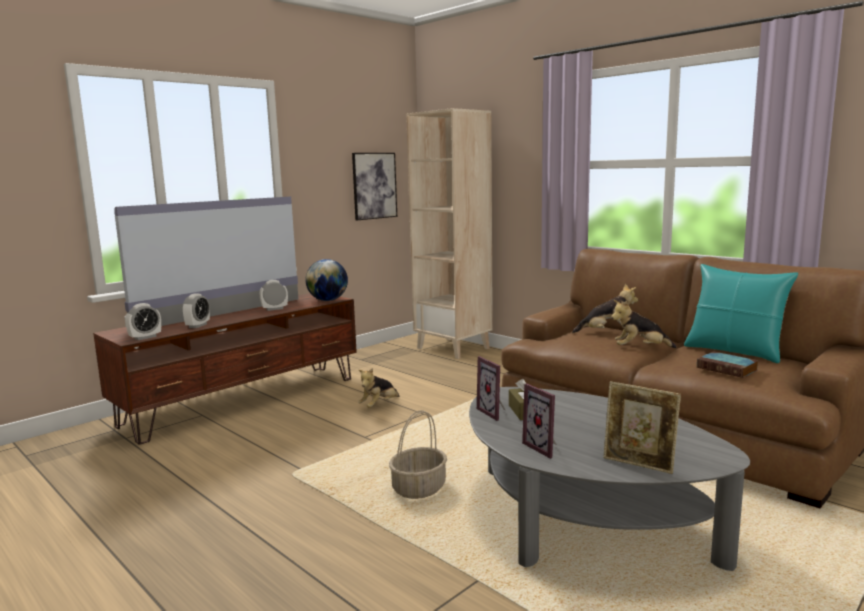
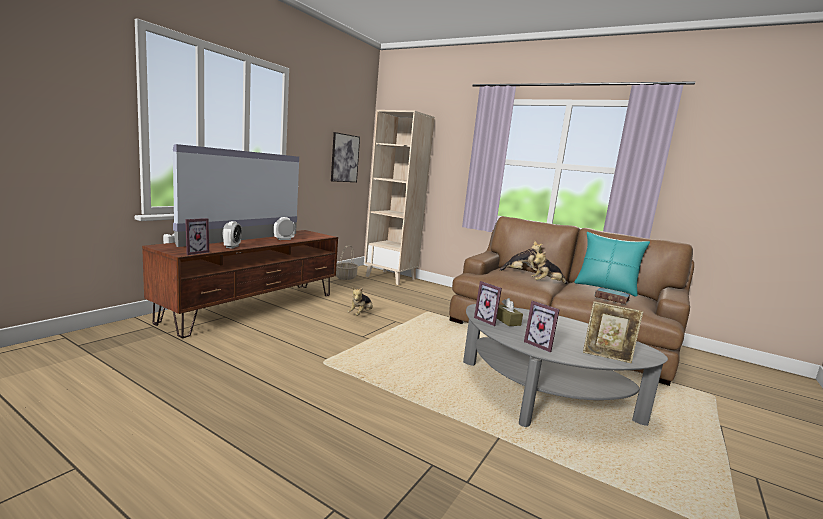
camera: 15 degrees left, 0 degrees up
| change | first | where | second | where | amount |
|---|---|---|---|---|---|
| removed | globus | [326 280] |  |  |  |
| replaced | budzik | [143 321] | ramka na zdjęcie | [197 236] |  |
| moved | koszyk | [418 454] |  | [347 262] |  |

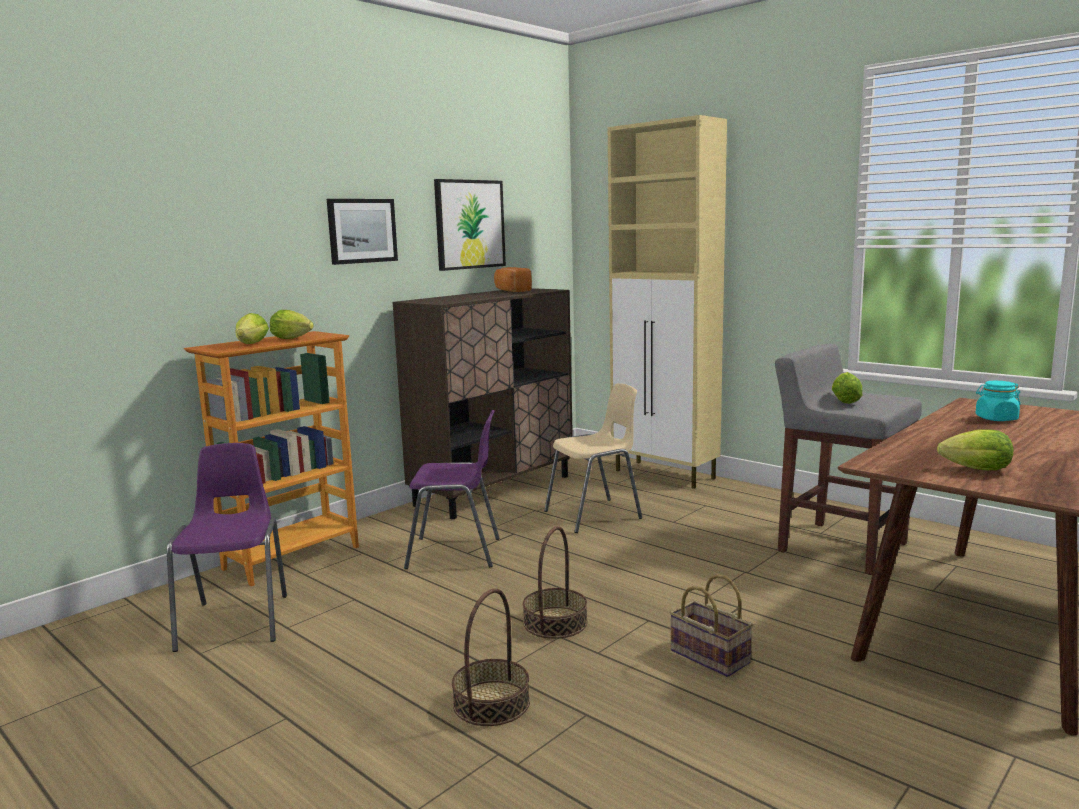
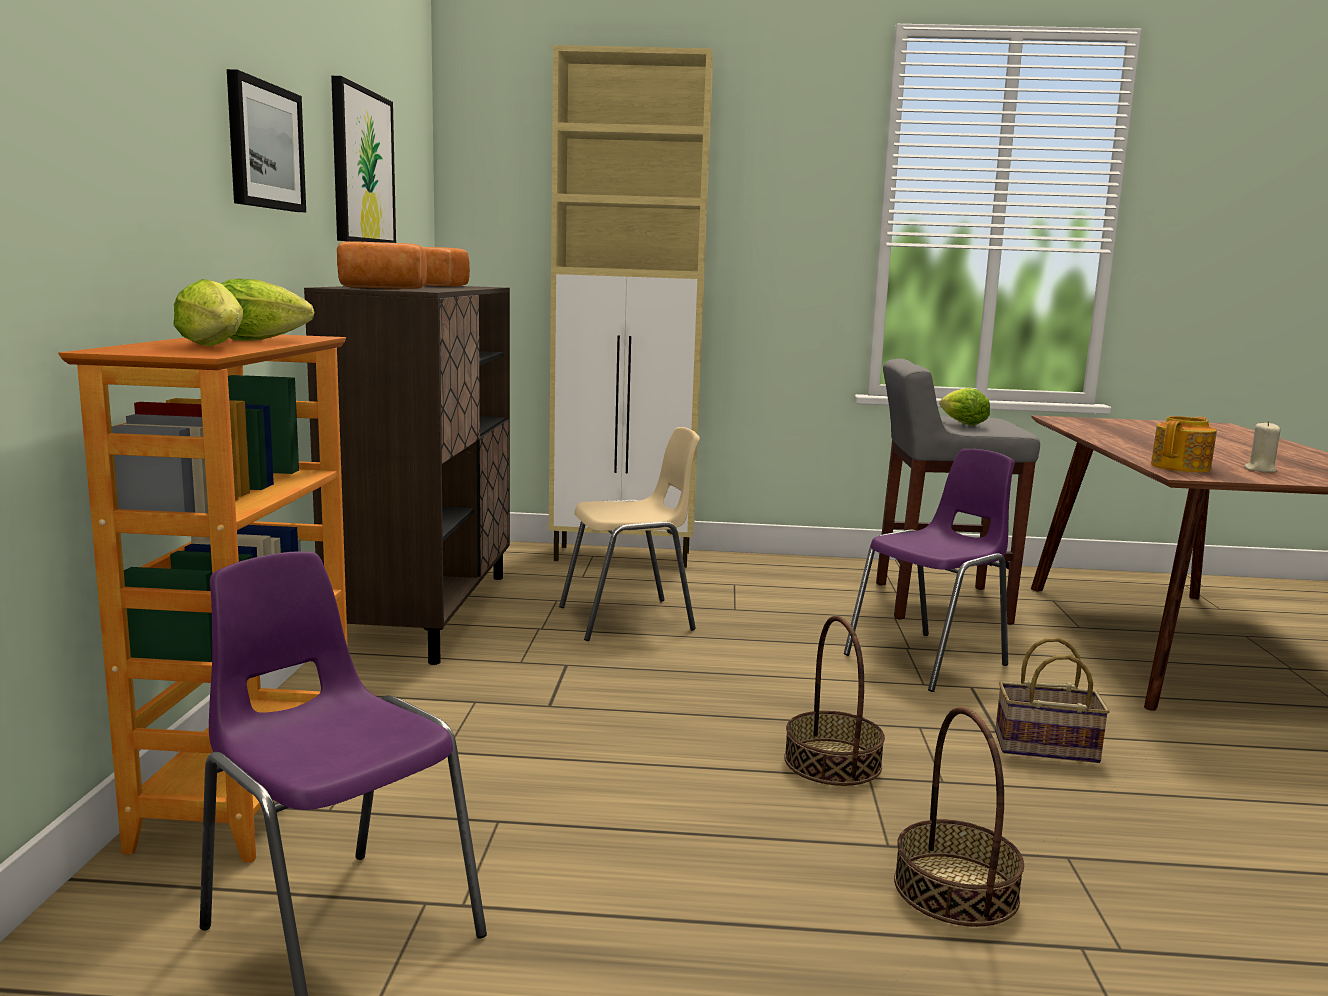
camera: 40 degrees left, 0 degrees up
| change | first | where | second | where | amount |
|---|---|---|---|---|---|
| removed | słoik [turkusowy] | [997 401] |  |  |  |
| turned | krzesło [beżowy] | [593 458] |  | [629 534] | 45 degrees clockwise |
| moved | krzesło [fioletowy] | [452 489] |  | [929 570] |  |
| replaced | sałata | [975 450] | świeca [beżowy] | [1262 447] |  |
| added |  |  | chleb | [382 265] |  |
| added |  |  | imbryk | [1184 444] |  |

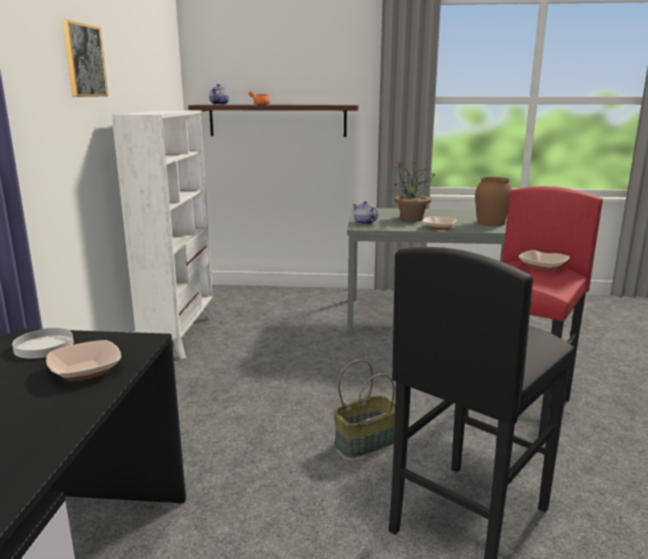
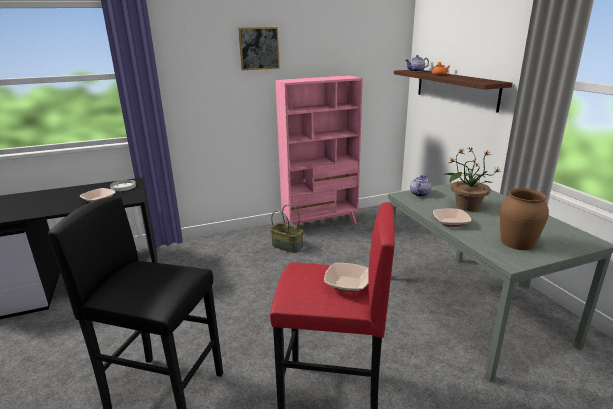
camera: 65 degrees right, 5 degrees up
| change | first | where | second | where | amount |
|---|---|---|---|---|---|
| recoloured | regał [biały] | [163 234] | regał [różowy] | [319 150] |  |
| moved | koszyk | [364 409] |  | [287 228] |  |

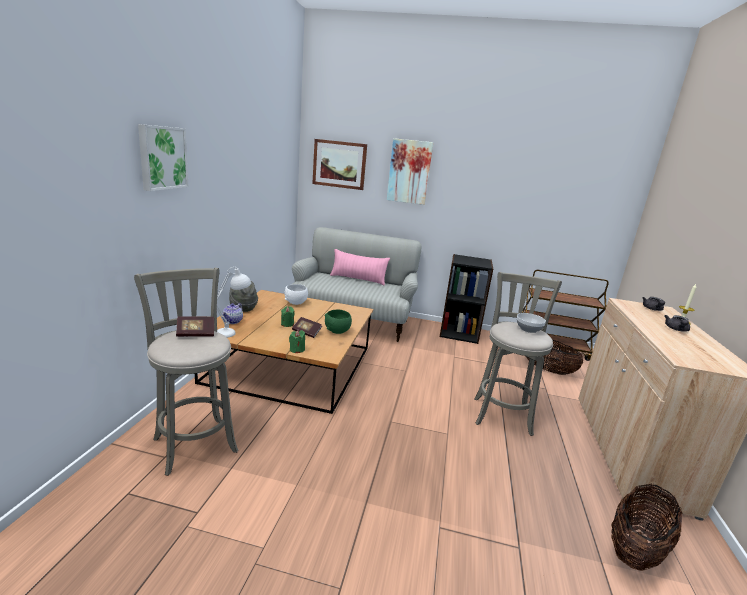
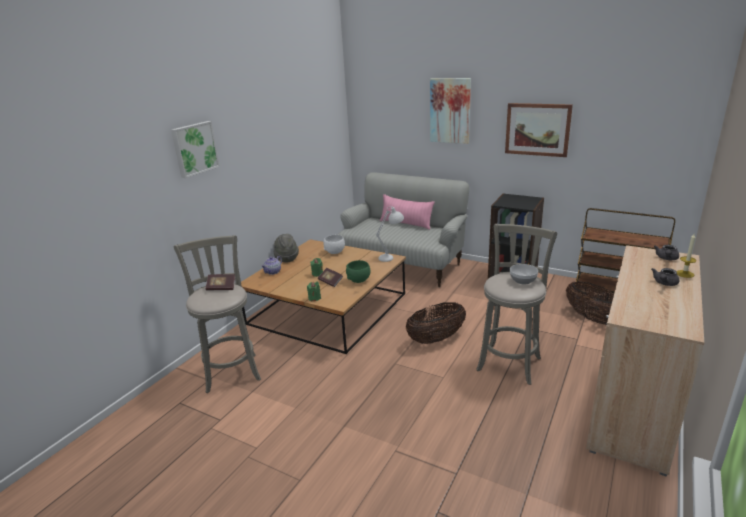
camera: 20 degrees right, 5 degrees up
| change | first | where | second | where | amount |
|---|---|---|---|---|---|
| moved | obraz | [339 164] |  | [539 130] |  |
| moved | lampa stołowa [biały] | [234 302] |  | [390 234] |  |
| moved | koszyk | [647 527] |  | [436 323] |  |

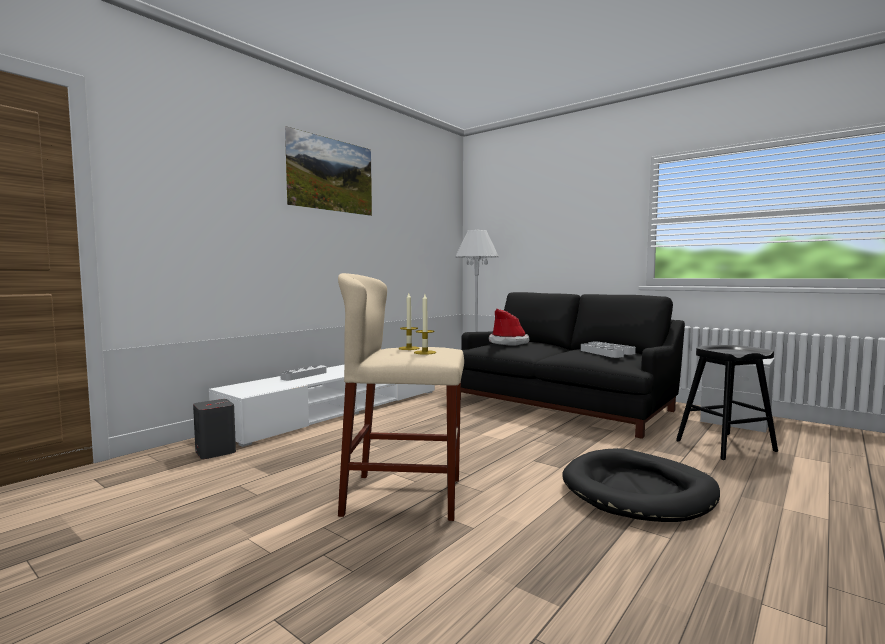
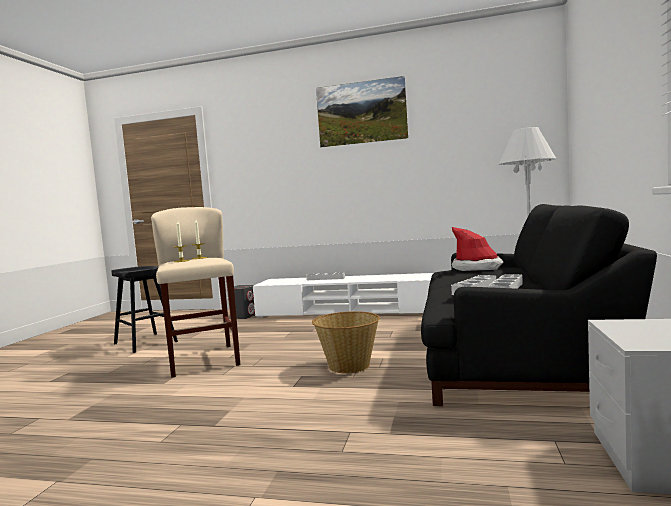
camera: 65 degrees right, 0 degrees up
| change | first | where | second | where | amount |
|---|---|---|---|---|---|
| moved | stołek [czarny] | [727 402] |  | [144 309] |  |
| removed | legowisko [czarny] | [641 485] |  |  |  |
| added |  |  | koszyk | [346 342] |  |

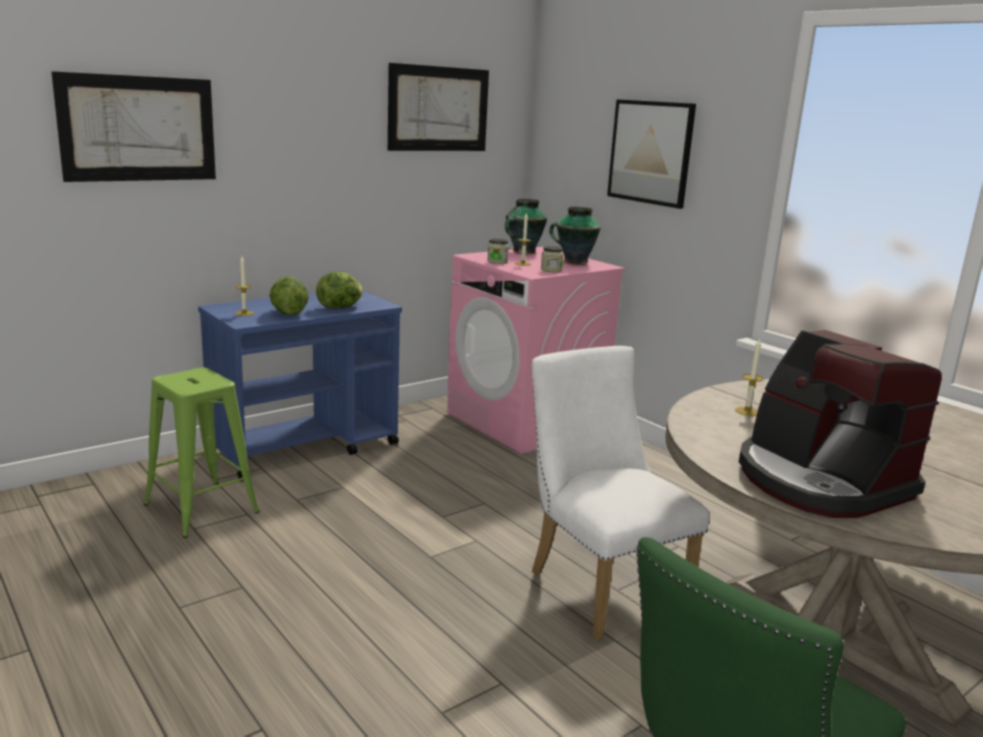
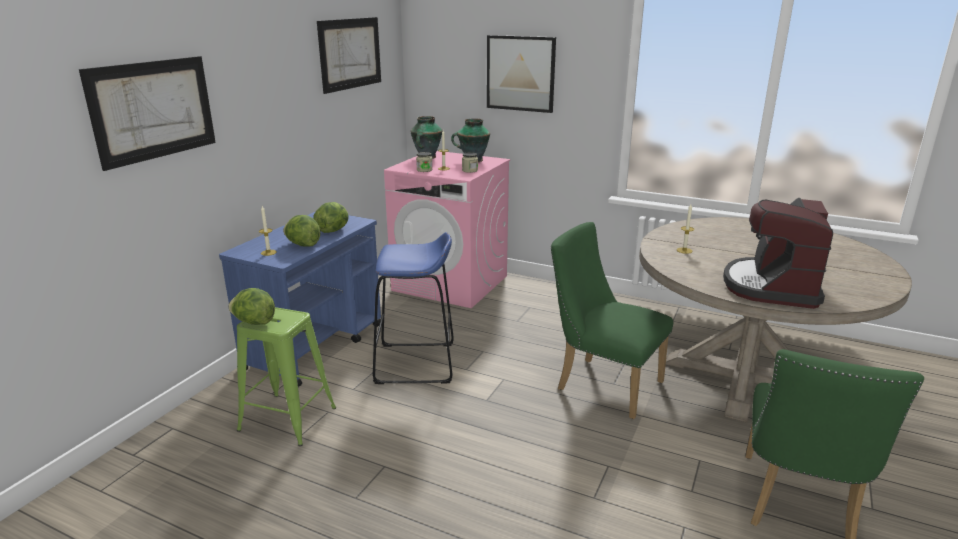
camera: 25 degrees left, 5 degrees up
| change | first | where | second | where | amount |
|---|---|---|---|---|---|
| turned | ekspres do kawy | [840 424] |  | [778 253] | 75 degrees clockwise |
| recoloured | krzesło [biały] | [620 493] | krzesło [zielony] | [612 320] |  |
| added |  |  | stołek [niebieski] | [413 308] |  |
| added |  |  | sałata | [251 306] |  |

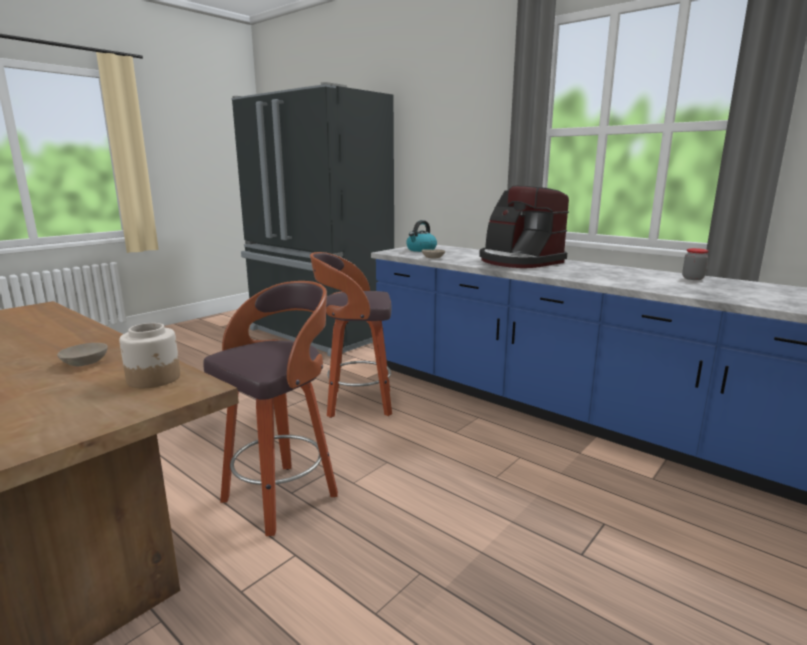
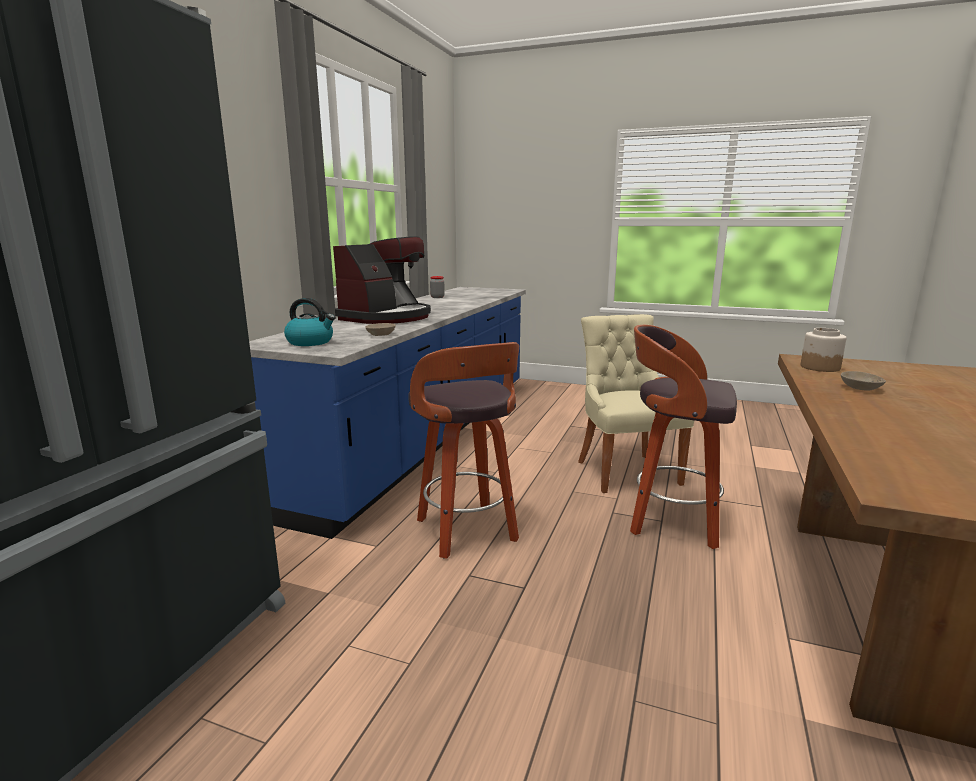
camera: 110 degrees left, 0 degrees up
| change | first | where | second | where | amount |
|---|---|---|---|---|---|
| added |  |  | krzesło [beżowy] | [636 403] |  |

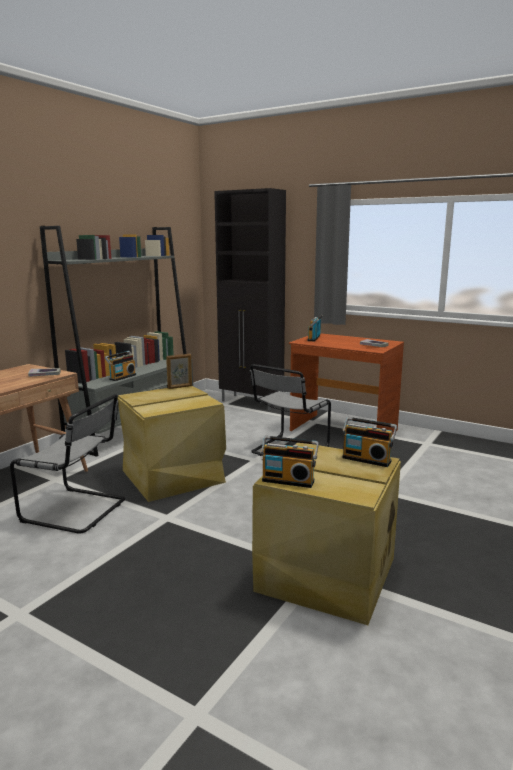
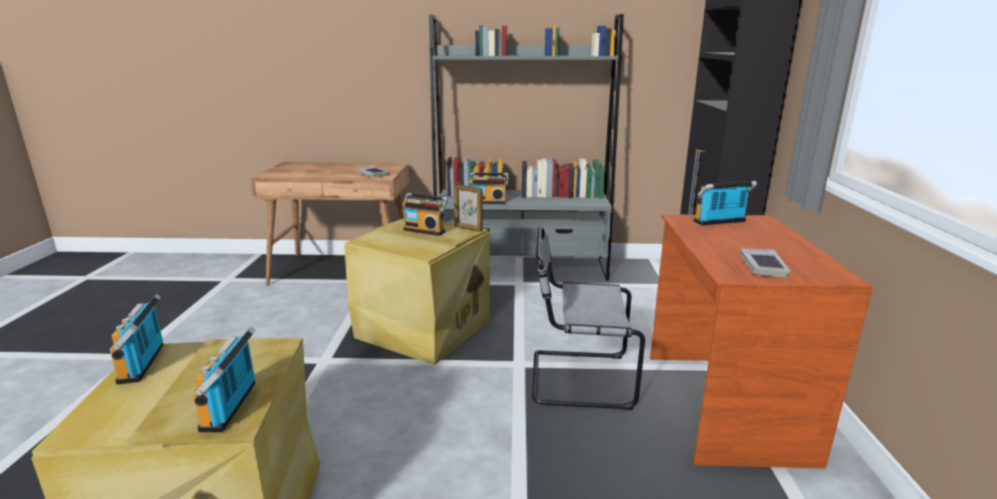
camera: 60 degrees right, 5 degrees up
| change | first | where | second | where | amount |
|---|---|---|---|---|---|
| removed | krzesło [szary] | [67 463] |  |  |  |
| added |  |  | radio | [425 214] |  |

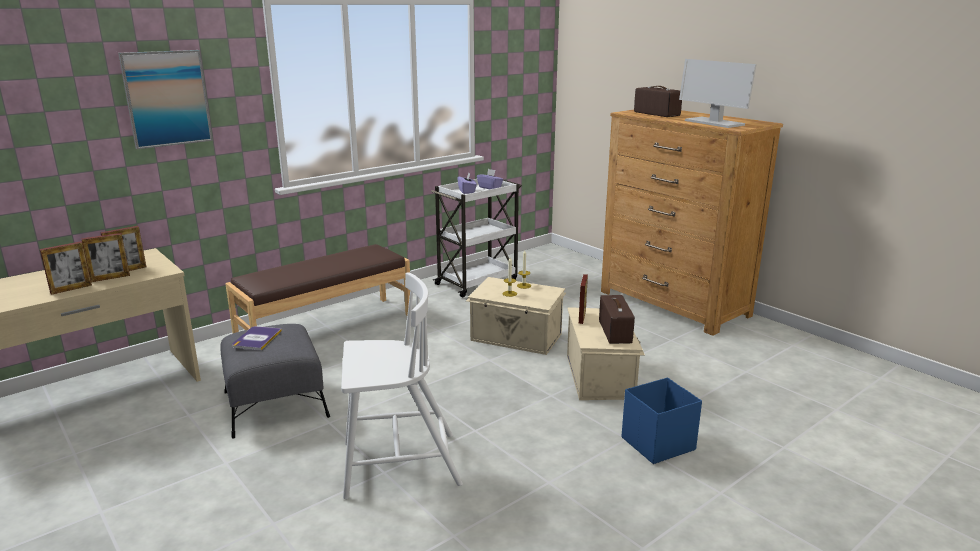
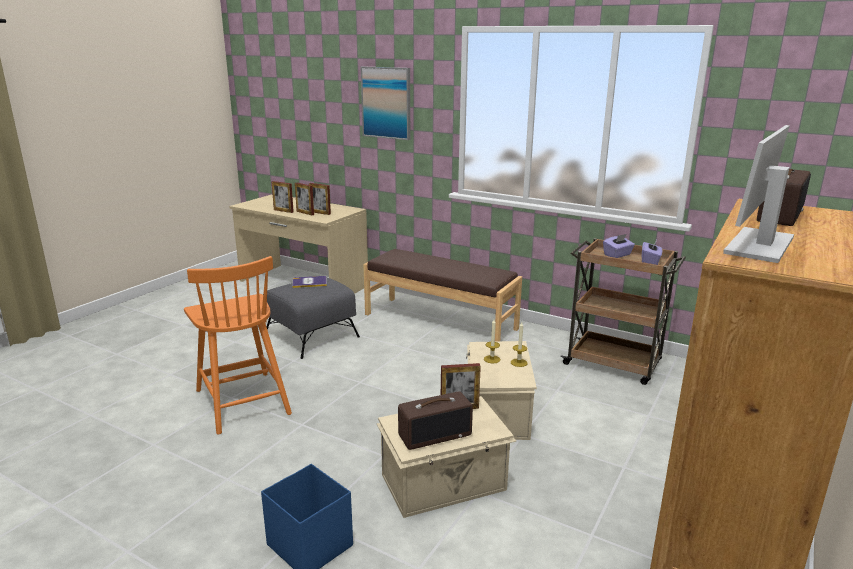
camera: 70 degrees right, 0 degrees up
| change | first | where | second | where | amount |
|---|---|---|---|---|---|
| recoloured | wózek [biały] | [476 238] | wózek [brązowy] | [623 311] |  |
| recoloured | krzesło [biały] | [402 385] | krzesło [pomarańczowy] | [238 345] |  |

